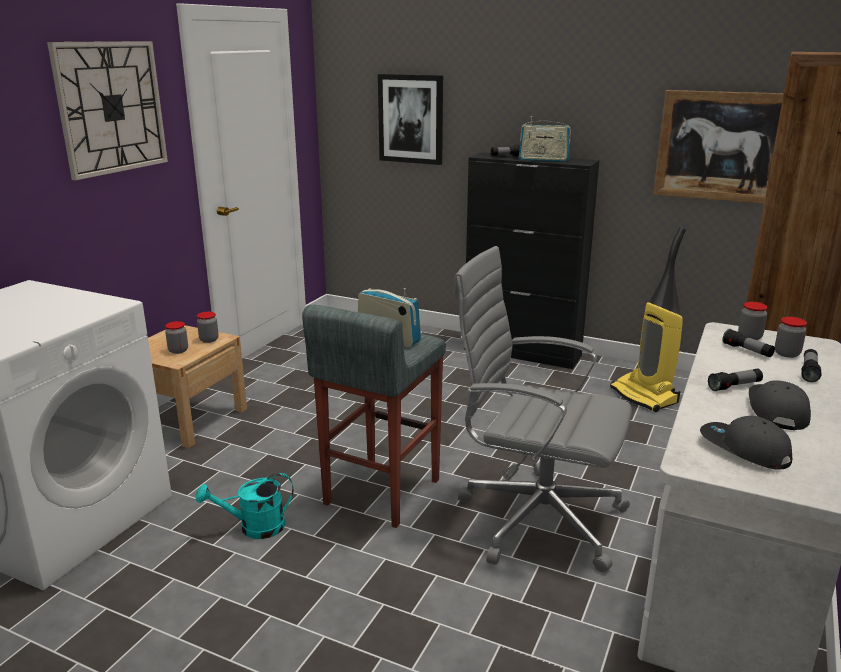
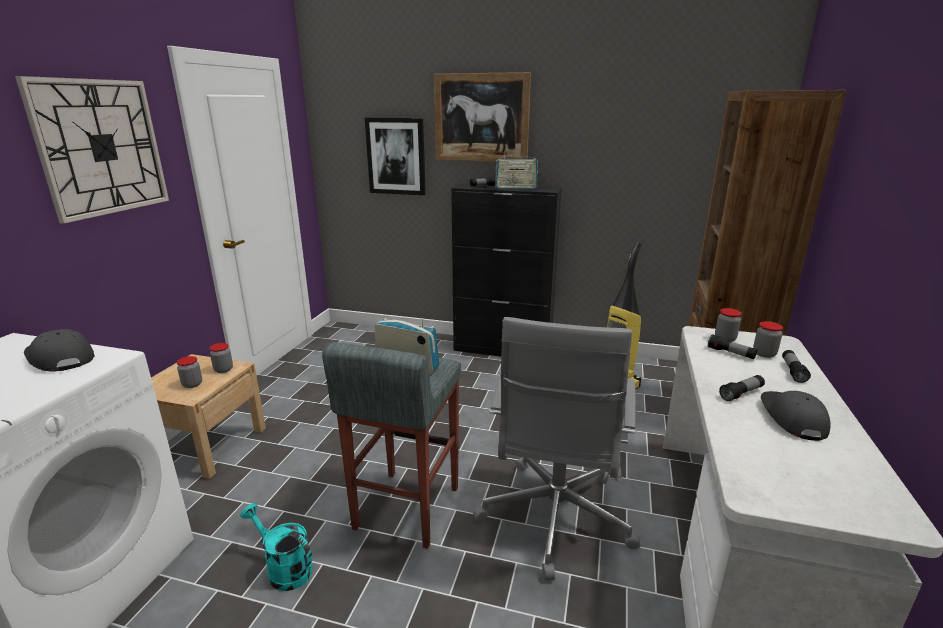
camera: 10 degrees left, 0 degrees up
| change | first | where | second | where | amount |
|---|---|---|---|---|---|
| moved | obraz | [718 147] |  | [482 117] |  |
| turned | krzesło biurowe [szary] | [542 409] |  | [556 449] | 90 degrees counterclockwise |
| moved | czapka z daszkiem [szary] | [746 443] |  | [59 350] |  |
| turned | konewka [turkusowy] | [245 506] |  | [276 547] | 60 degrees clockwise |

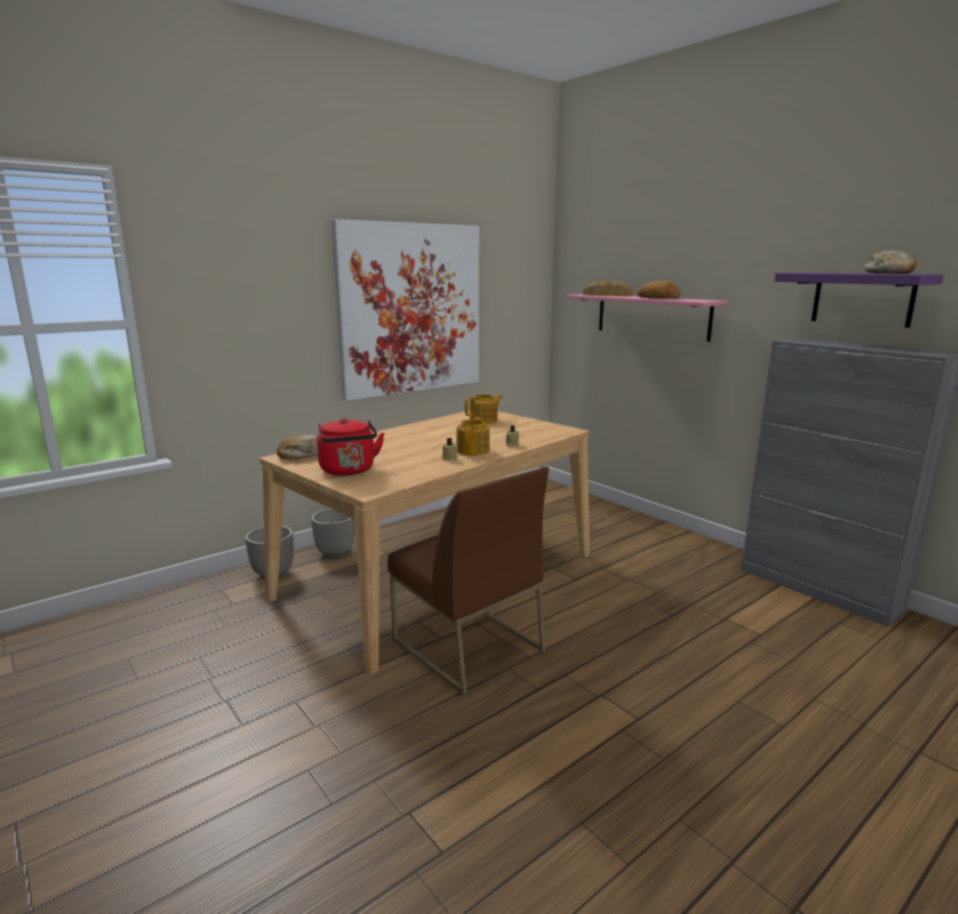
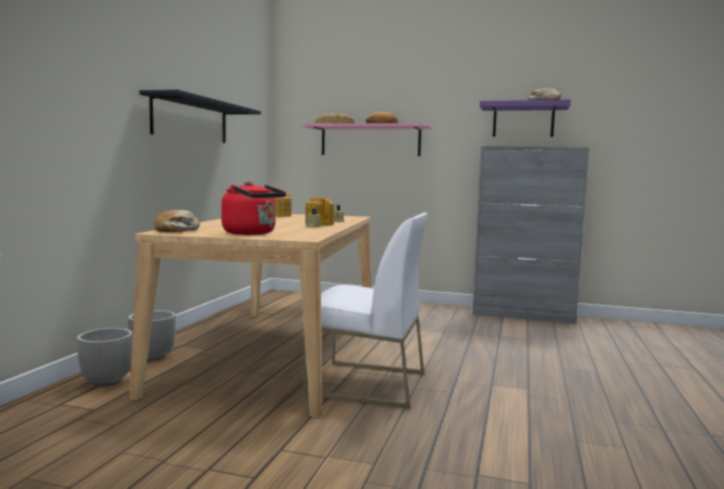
camera: 35 degrees left, 10 degrees down
| change | first | where | second | where | amount |
|---|---|---|---|---|---|
| replaced | obraz | [405 310] | półka [czarny] | [200 116] |  |
| recoloured | krzesło [brązowy] | [468 581] | krzesło [biały] | [365 310] |  |

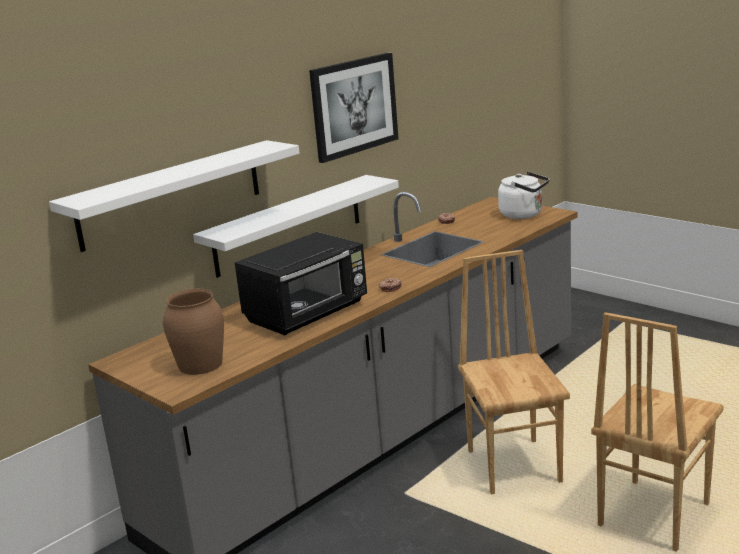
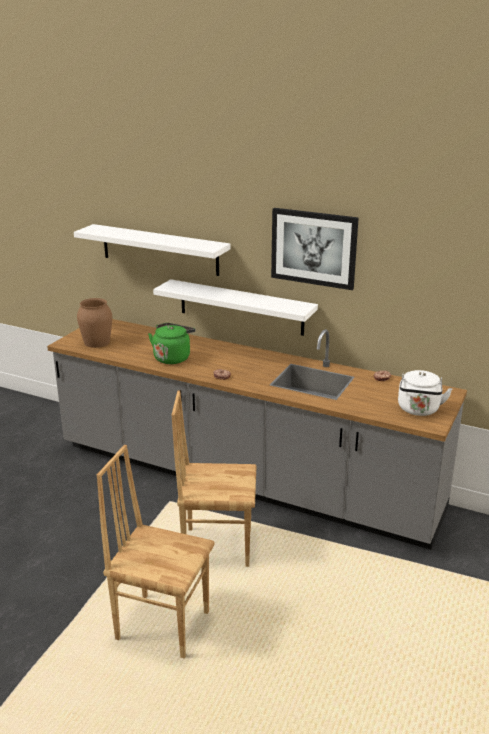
camera: 70 degrees right, 5 degrees up
| change | first | where | second | where | amount |
|---|---|---|---|---|---|
| replaced | mikrofalówka [czarny] | [300 283] | czajnik [zielony] | [171 343] |  |
| turned | krzesło [brązowy] | [514 372] |  | [214 478] | 150 degrees counterclockwise |

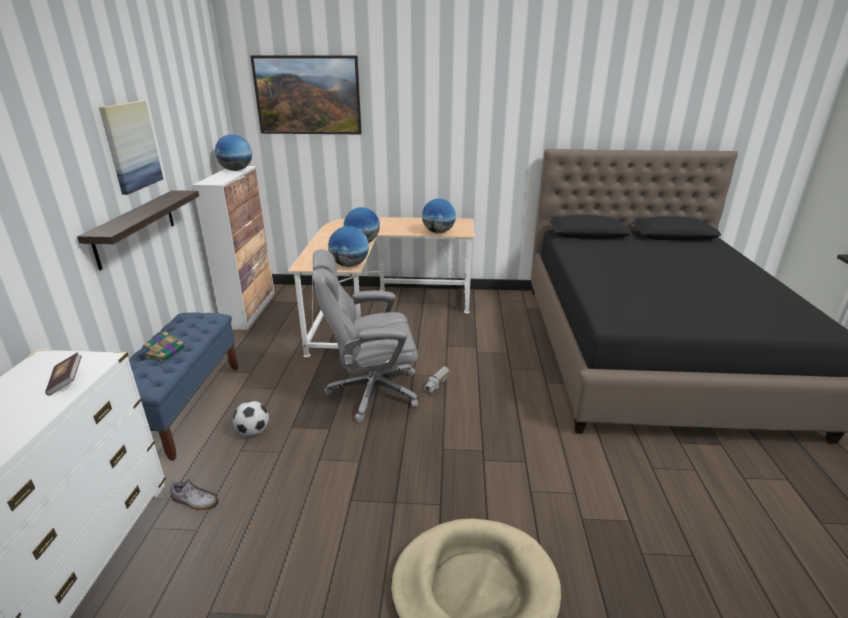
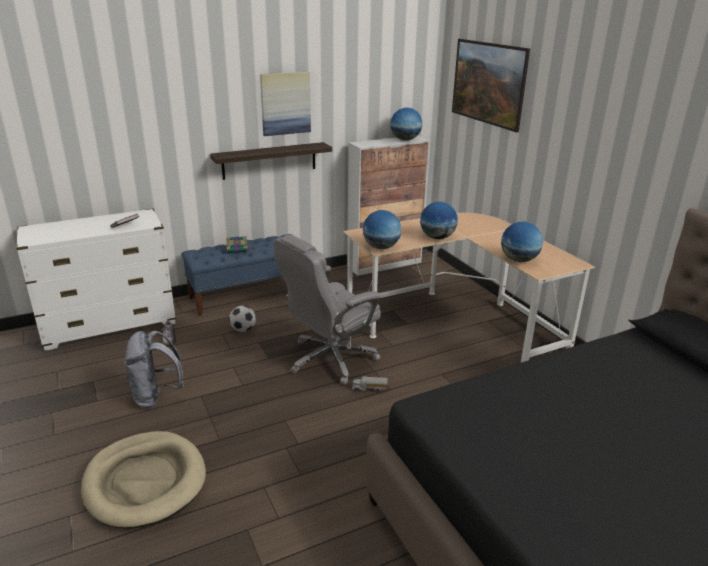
camera: 60 degrees right, 0 degrees up
| change | first | where | second | where | amount |
|---|---|---|---|---|---|
| turned | krzesło biurowe [szary] | [365 335] |  | [327 309] | 90 degrees counterclockwise |
| added |  |  | plecak [szary] | [154 369] |  |

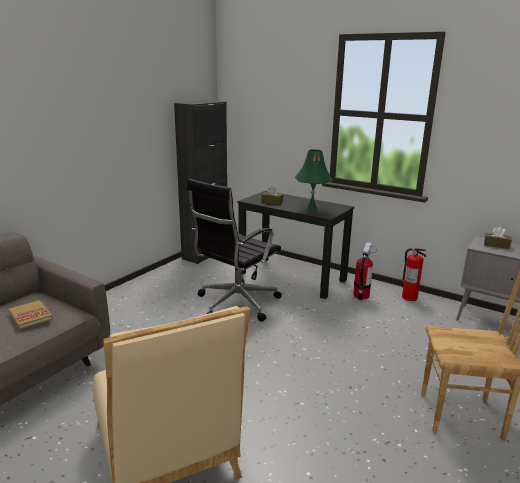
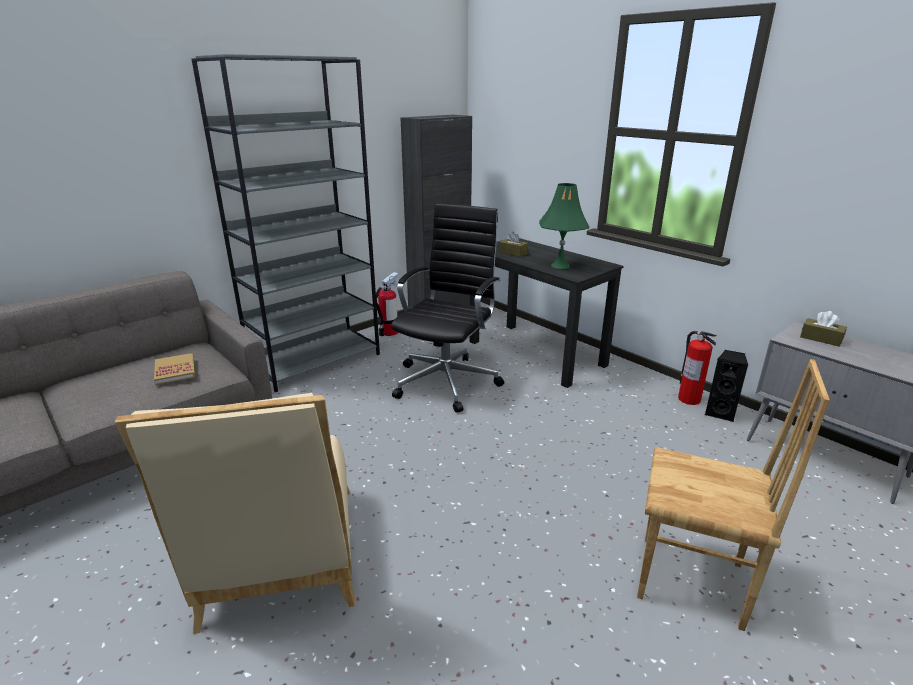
camera: 15 degrees right, 5 degrees up
| change | first | where | second | where | amount |
|---|---|---|---|---|---|
| turned | krzesło biurowe [czarny] | [234 250] |  | [447 308] | 150 degrees clockwise |
| moved | gaśnica | [365 271] |  | [387 304] |  |
| added |  |  | regał [szary] | [285 223] |  |
| added |  |  | głośnik [czarny] | [726 386] |  |

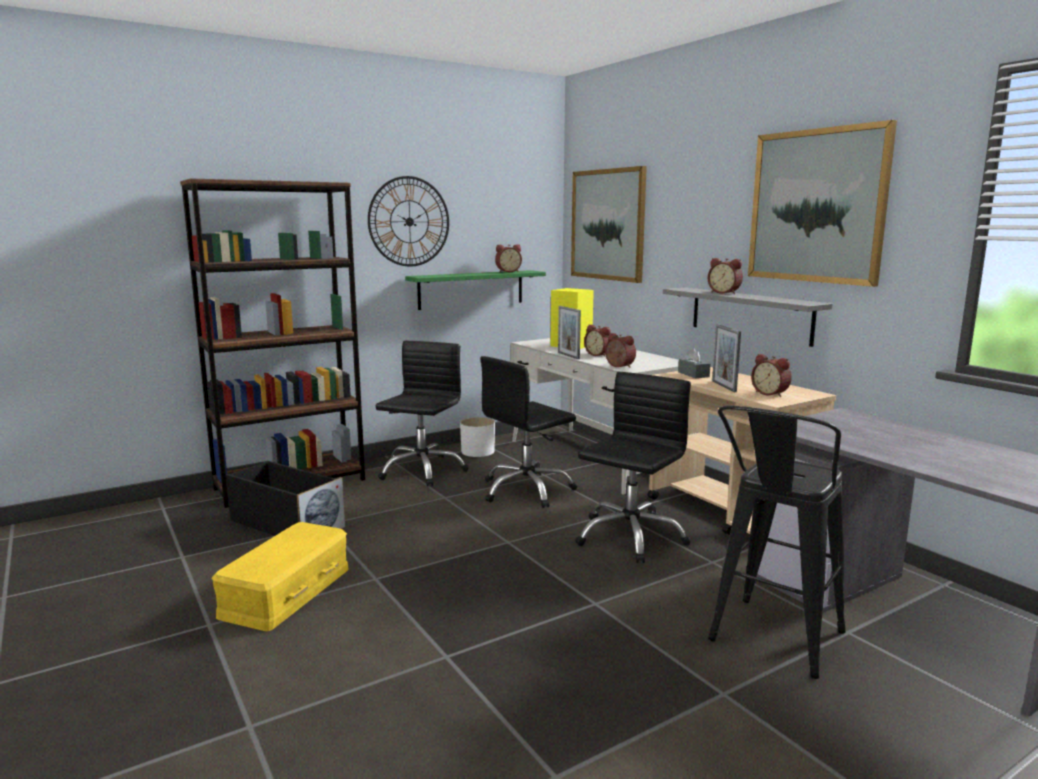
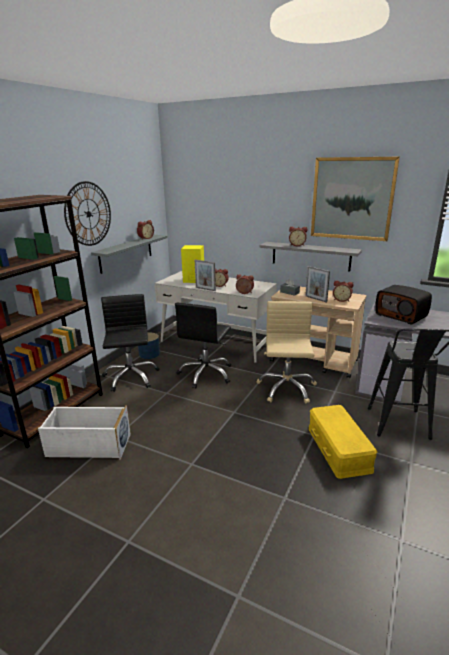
camera: 30 degrees left, 10 degrees up
| change | first | where | second | where | amount |
|---|---|---|---|---|---|
| removed | obraz | [609 224] |  |  |  |
| recoloured | półka [zielony] | [475 290] | półka [szary] | [129 254] |  |
| recoloured | krzesło biurowe [czarny] | [633 467] | krzesło biurowe [beżowy] | [286 352] |  |
| recoloured | donica [biały] | [477 437] | donica [niebieski] | [149 346] |  |
| recoloured | pojemnik do przechowywania [czarny] | [285 498] | pojemnik do przechowywania [biały] | [84 432] |  |
| moved | pojemnik do przechowywania [żółty] | [280 576] |  | [343 442] |  |
| added |  |  | radio | [403 305] |  |

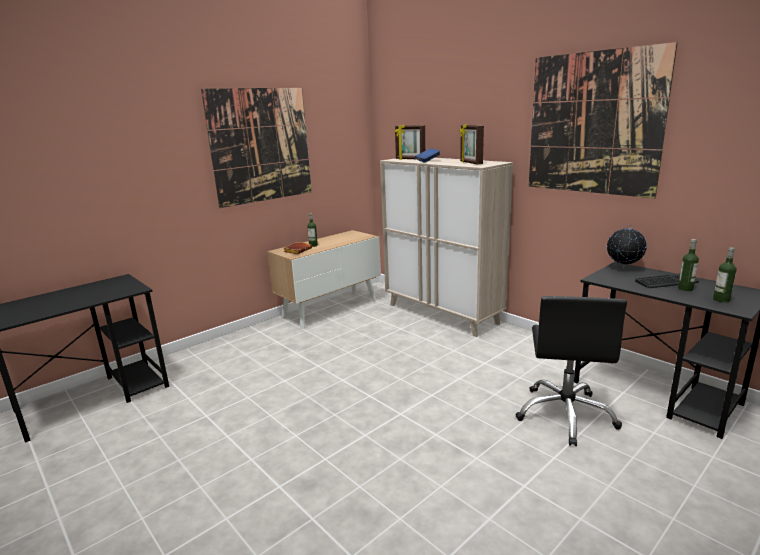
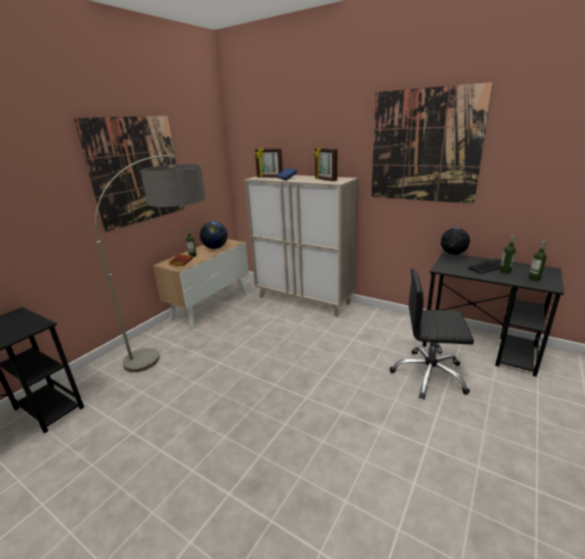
camera: 15 degrees left, 5 degrees up
| change | first | where | second | where | amount |
|---|---|---|---|---|---|
| turned | krzesło biurowe [czarny] | [571 371] |  | [432 334] | 105 degrees clockwise |
| added |  |  | lampa stojąca | [150 263] |  |
| added |  |  | globus | [214 235] |  |

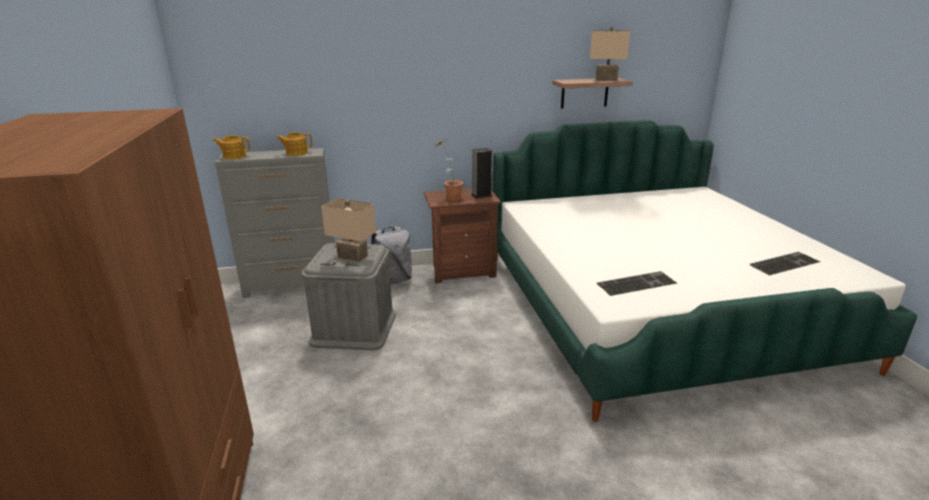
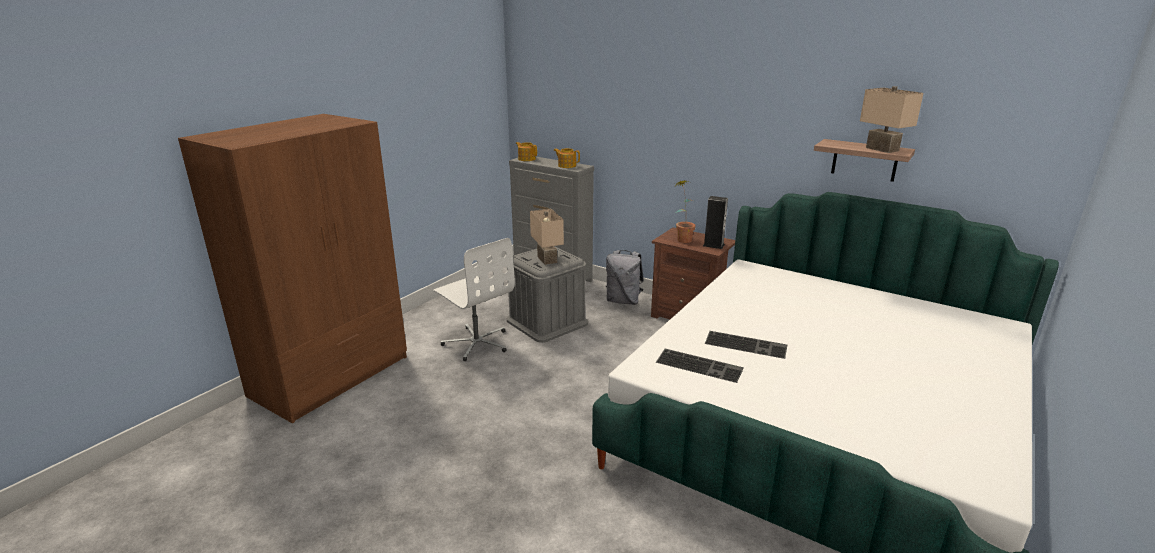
camera: 45 degrees right, 0 degrees up
| change | first | where | second | where | amount |
|---|---|---|---|---|---|
| moved | klawiatura | [784 263] |  | [746 345] |  |
| added |  |  | krzesło biurowe [biały] | [474 299] |  |

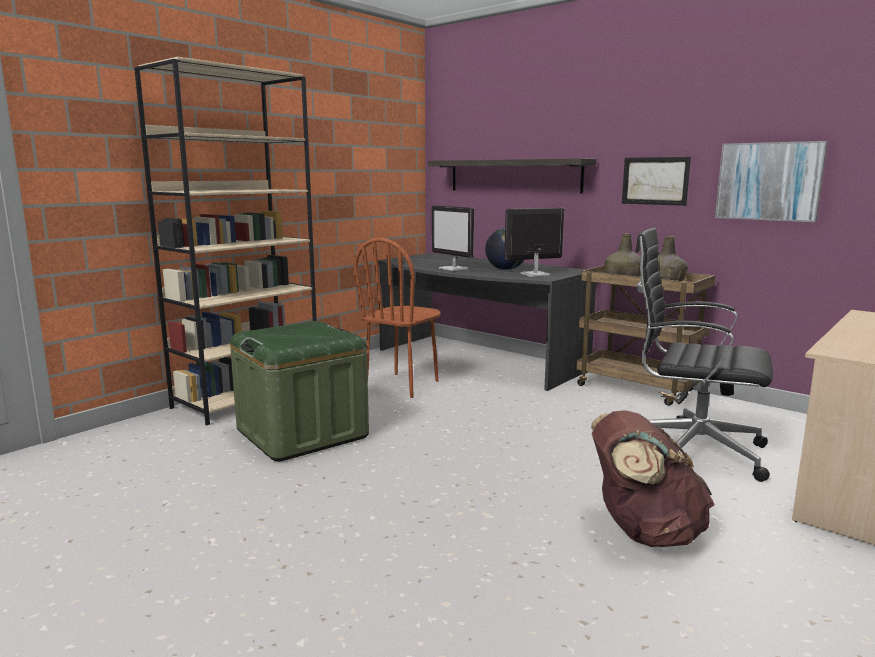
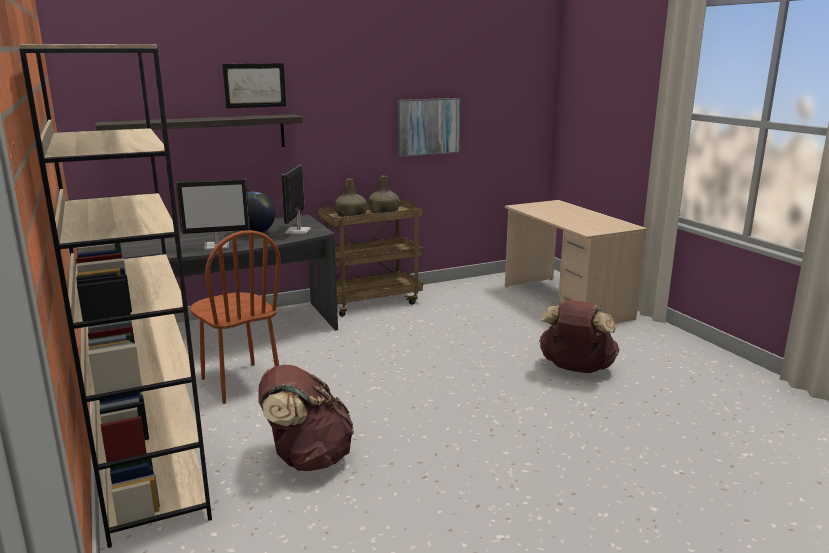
camera: 65 degrees left, 5 degrees up
| change | first | where | second | where | amount |
|---|---|---|---|---|---|
| moved | obraz | [656 181] |  | [254 85] |  |
| removed | krzesło biurowe [czarny] | [704 354] |  |  |  |
| replaced | pojemnik do przechowywania [zielony] | [299 391] | plecak [brązowy] | [306 418] |  |

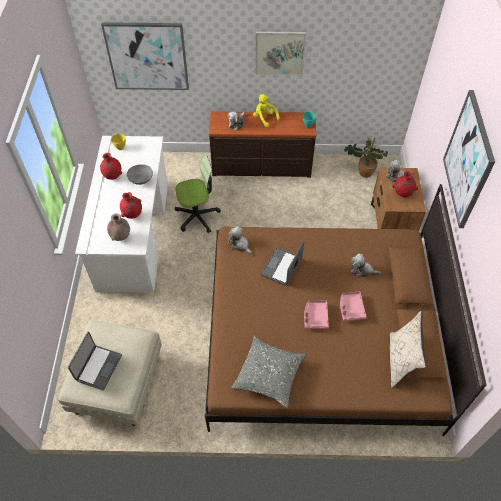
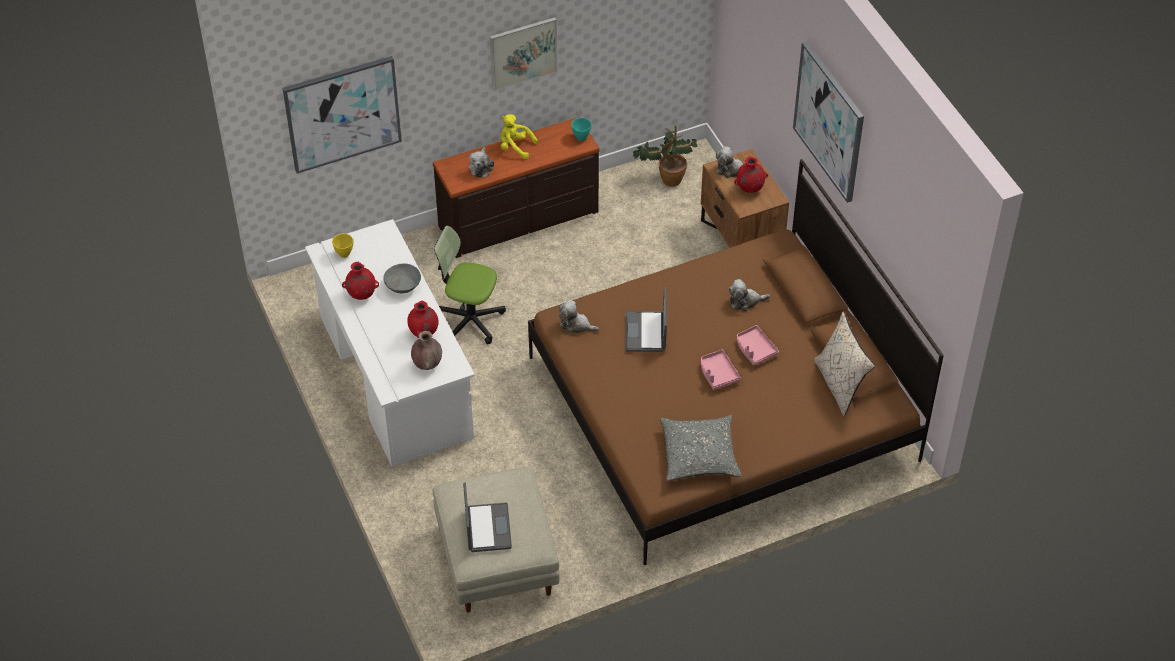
camera: 25 degrees left, 5 degrees down
| change | first | where | second | where | amount |
|---|---|---|---|---|---|
| turned | krzesło biurowe | [198 193] |  | [470 285] | 120 degrees counterclockwise |

